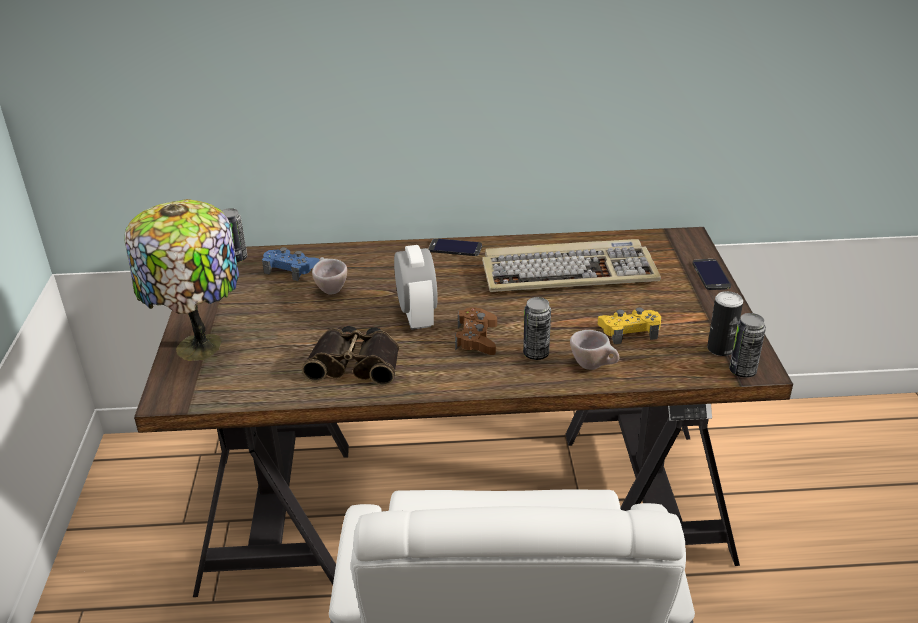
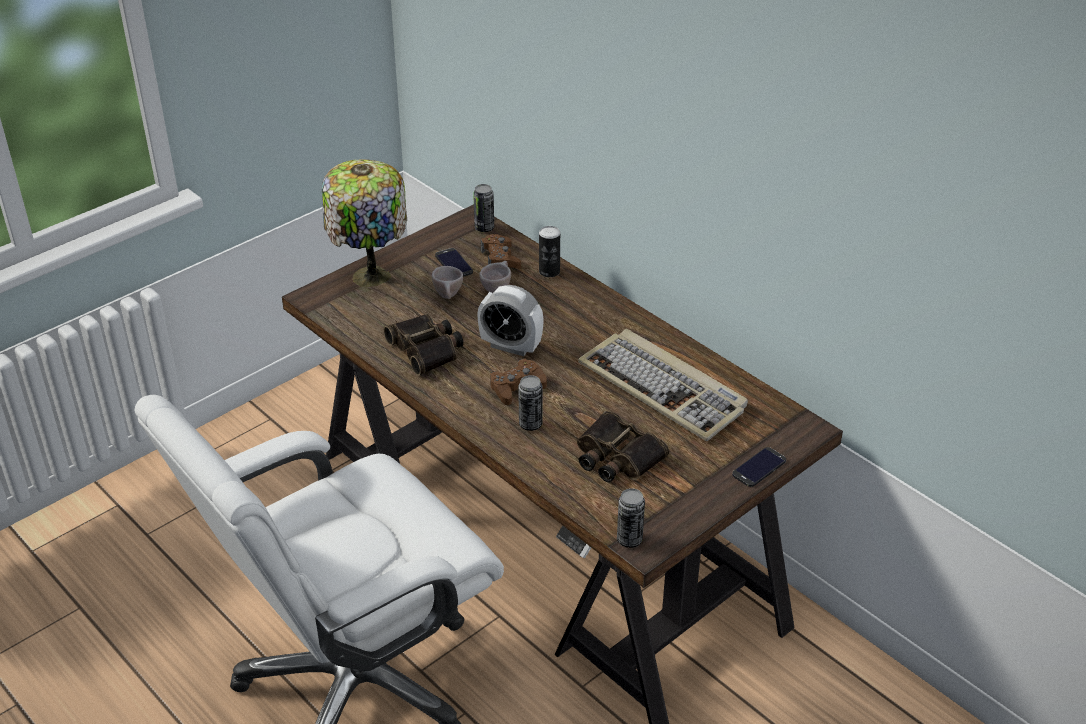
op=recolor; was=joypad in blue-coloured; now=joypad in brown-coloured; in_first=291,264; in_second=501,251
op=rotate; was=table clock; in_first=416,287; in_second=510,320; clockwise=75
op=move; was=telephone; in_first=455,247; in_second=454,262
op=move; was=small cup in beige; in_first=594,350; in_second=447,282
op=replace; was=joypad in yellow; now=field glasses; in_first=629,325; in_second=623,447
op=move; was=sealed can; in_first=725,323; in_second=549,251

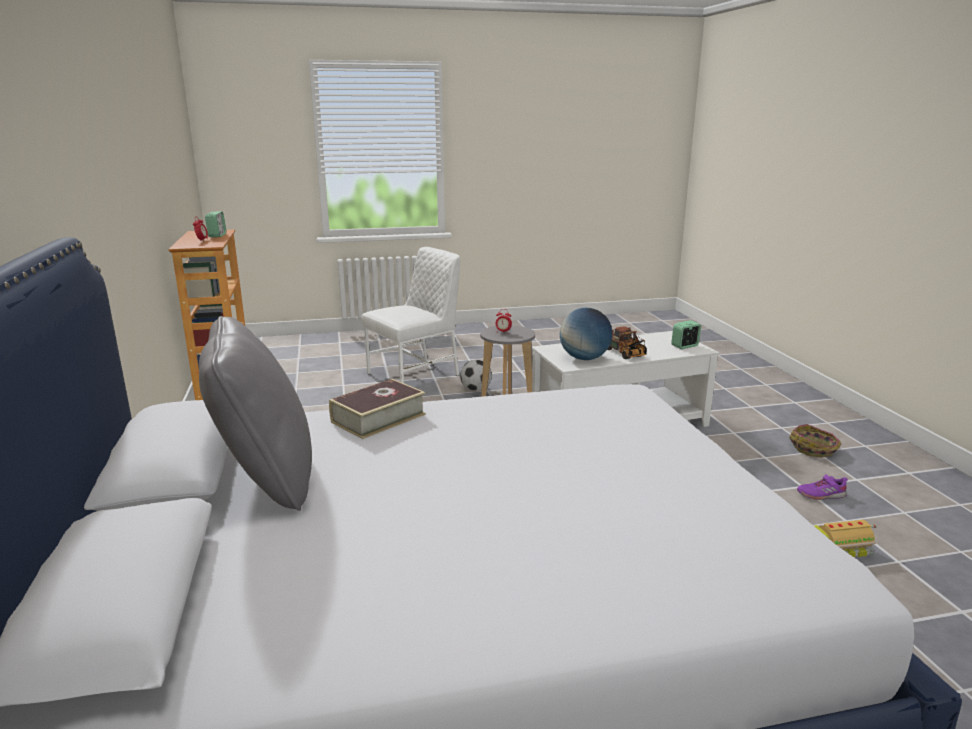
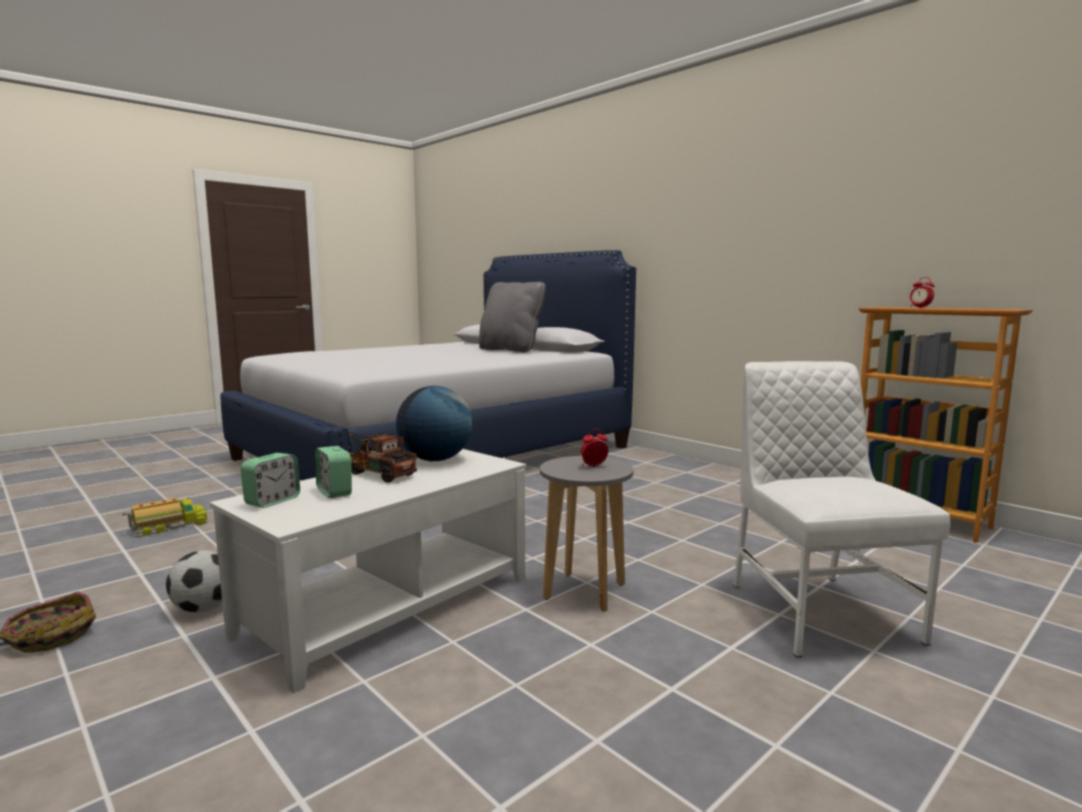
op=move; was=table clock; in_first=215,224; in_second=333,472
op=delete; was=volume; in_first=377,409
op=rotate; was=chair in white; in_first=410,315; in_second=841,509; clockwise=150
op=move; was=football; in_first=476,375; in_second=194,581
op=delete; was=low shoe in purple-coloured; in_first=822,487

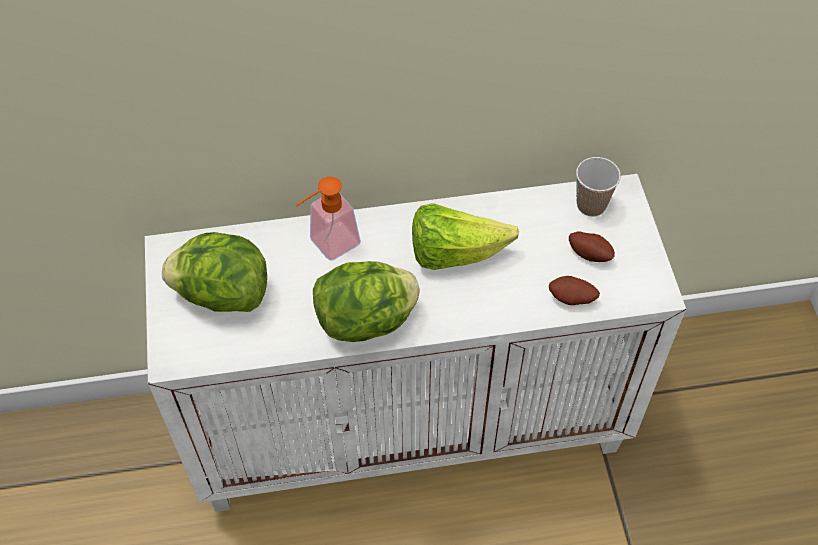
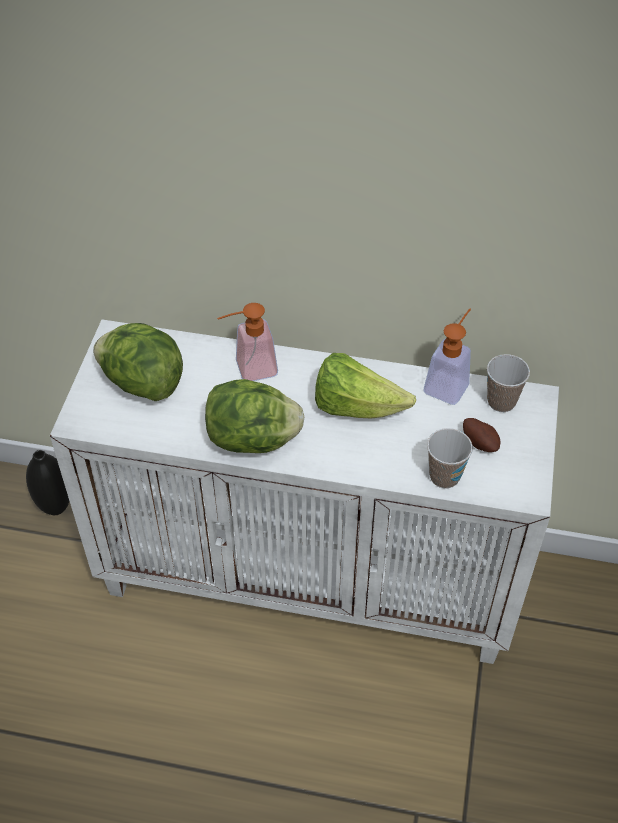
op=replace; was=potato; now=small cup; in_first=574,290; in_second=450,458
op=insert; now=vase in blackish; in_second=47,482
op=insert; now=liquid soap bottle; in_second=447,357

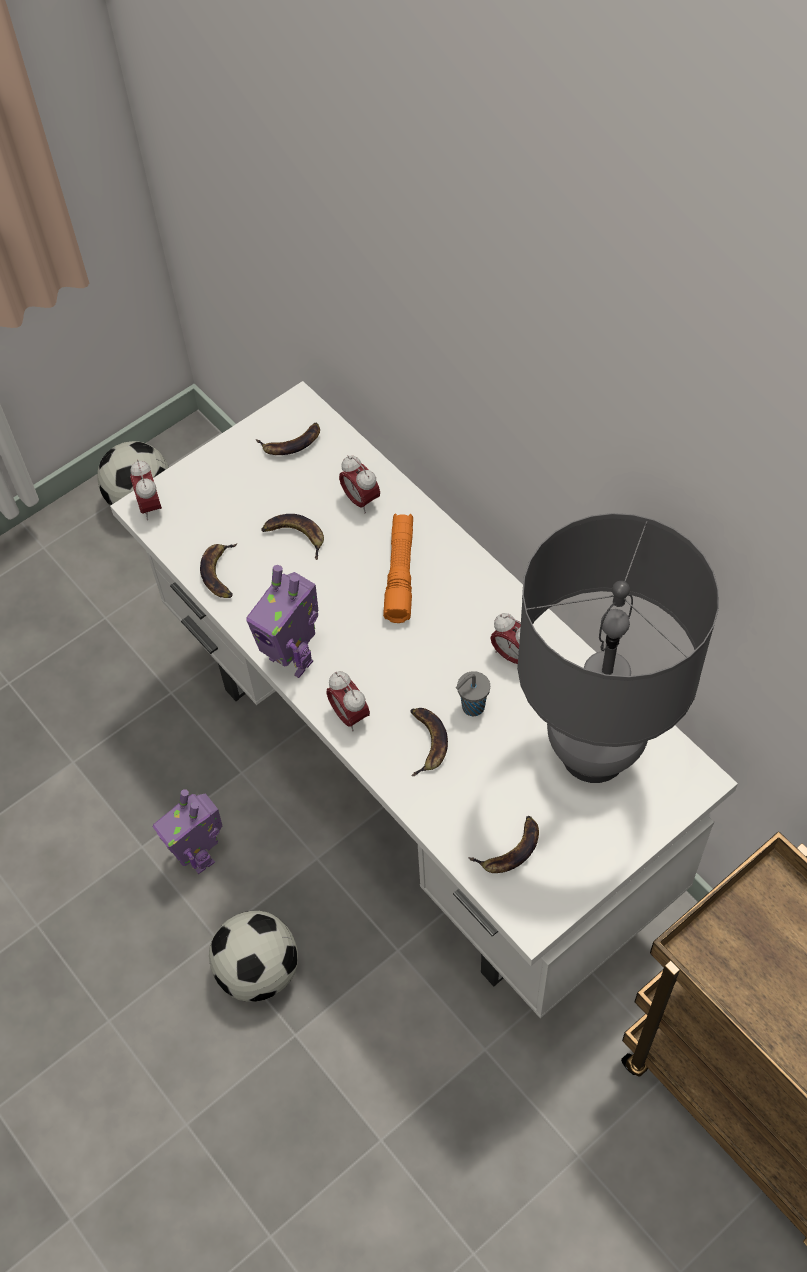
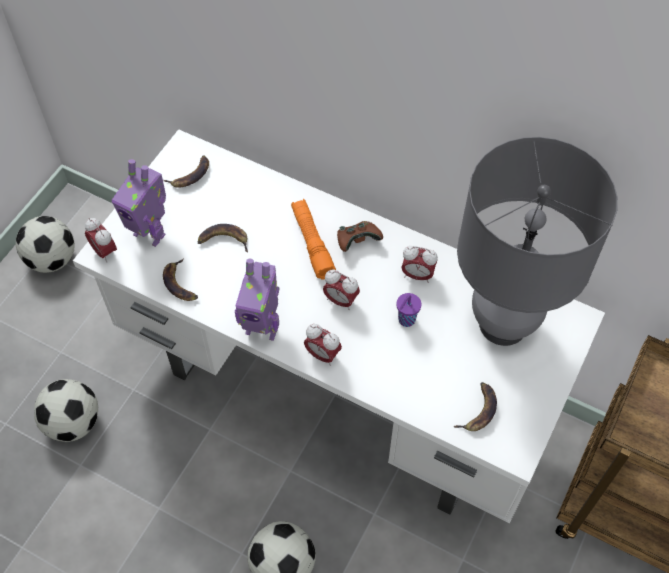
op=move; was=model robot; in_first=187,831; in_second=139,203
op=move; was=table clock; in_first=359,484; in_second=341,289
op=delete; was=banana; in_first=429,742
op=recolor; was=small cup in gray; now=small cup in purple-coloured; in_first=473,693; in_second=408,310
op=insert; now=football; in_second=66,410
op=insert; now=joypad in brown-coloured; in_second=360,236

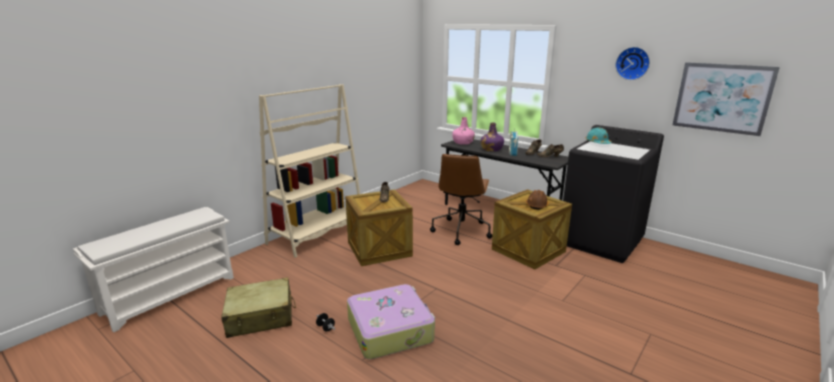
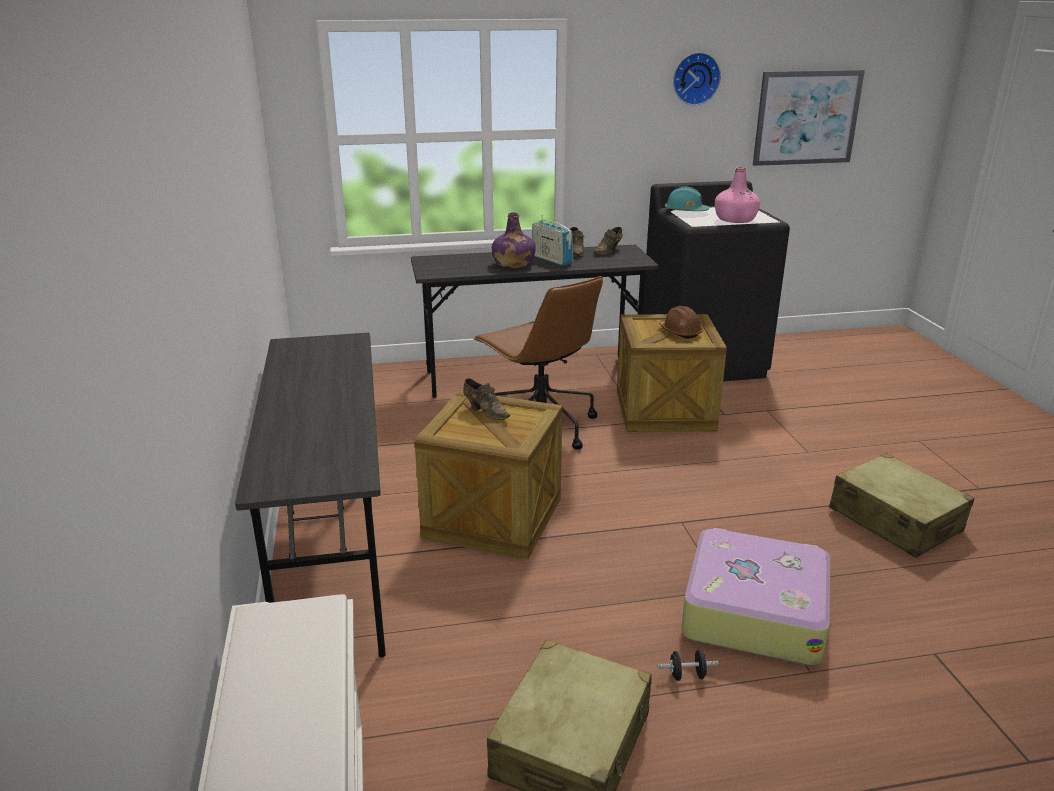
op=replace; was=bookshelf in beige; now=desk table in gray; in_first=309,171; in_second=310,495
op=move; was=bottle in pink; in_first=463,131; in_second=737,195
op=insert; now=suitcase in beige; in_second=901,505

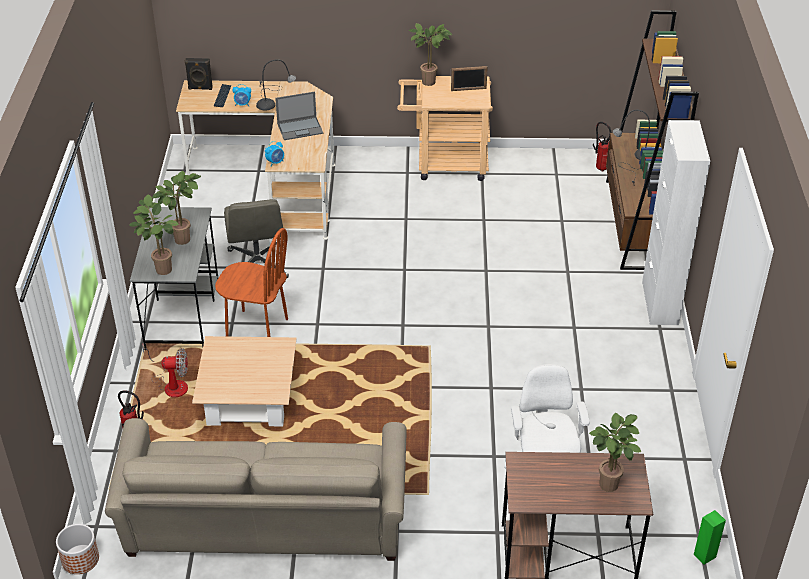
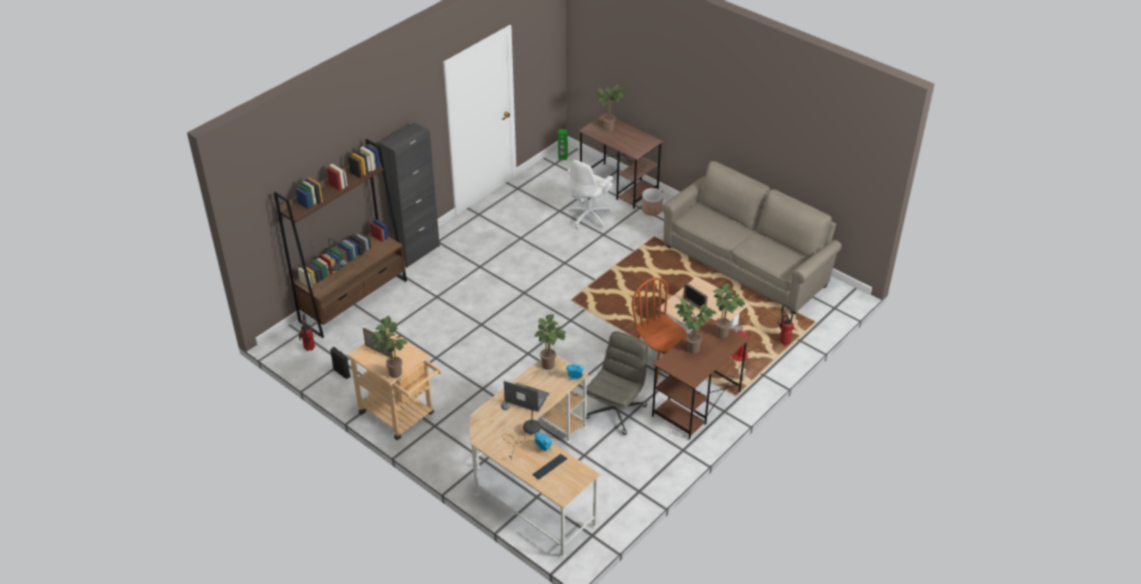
op=move; was=flower pot; in_first=77,549; in_second=652,201
op=recolor; was=desk table in gray; now=desk table in brown-coloured; in_first=174,278; in_second=700,378
op=move; was=speaker in blackish; in_first=199,74; in_second=340,363
op=recolor; was=storage cabinet in white; now=storage cabinet in blackish; in_first=676,222; in_second=409,195
op=insert; now=potted plant; in_second=550,342
op=insert; now=photo frame; in_second=695,295

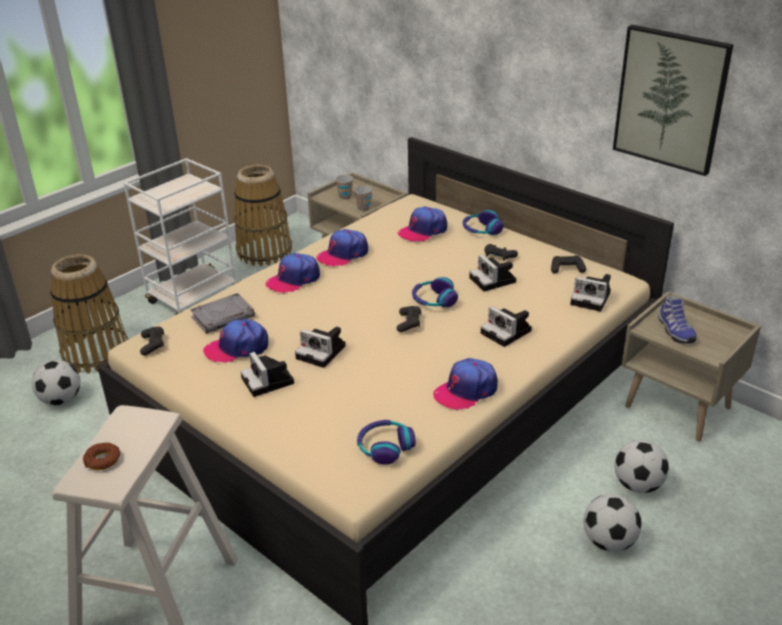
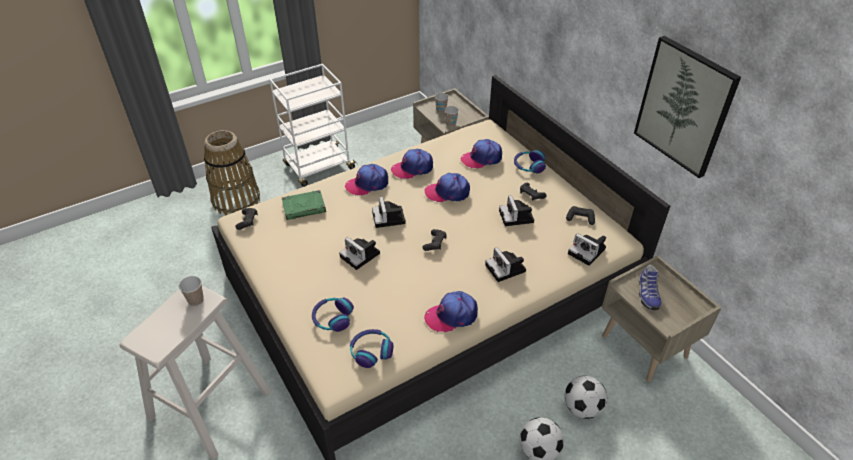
op=delete; was=football; in_first=56,382
op=delete; was=doughnut; in_first=102,456
op=recolor; was=volume in gray; now=volume in green; in_first=222,313; in_second=304,205
op=move; was=peaked cap; in_first=235,341; in_second=447,187
op=delete; was=storage basket; in_first=263,215
op=move; was=photo camera; in_first=267,374; in_second=389,212
op=move; was=headset; in_first=435,292; in_second=333,315
op=insert; now=small cup; in_second=191,291

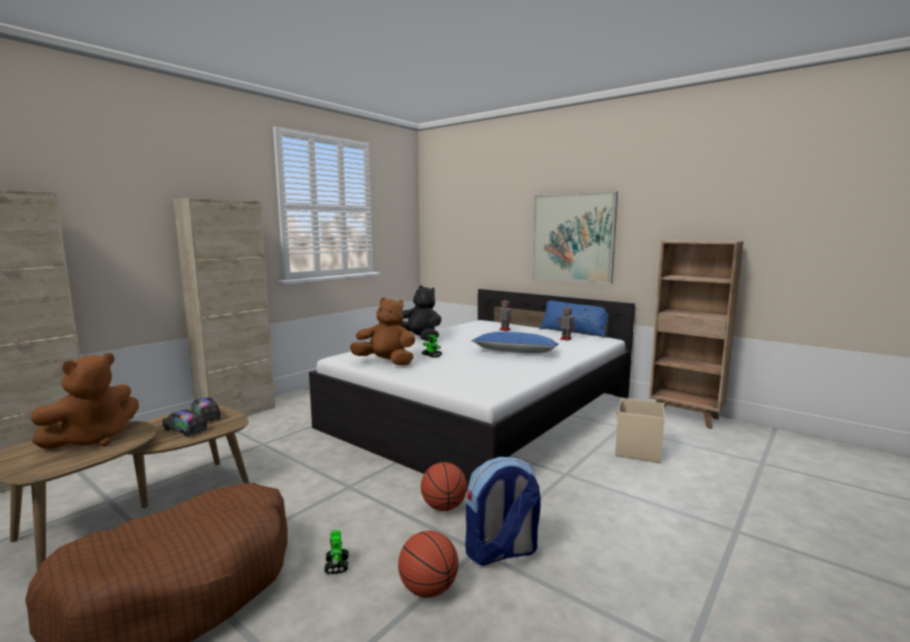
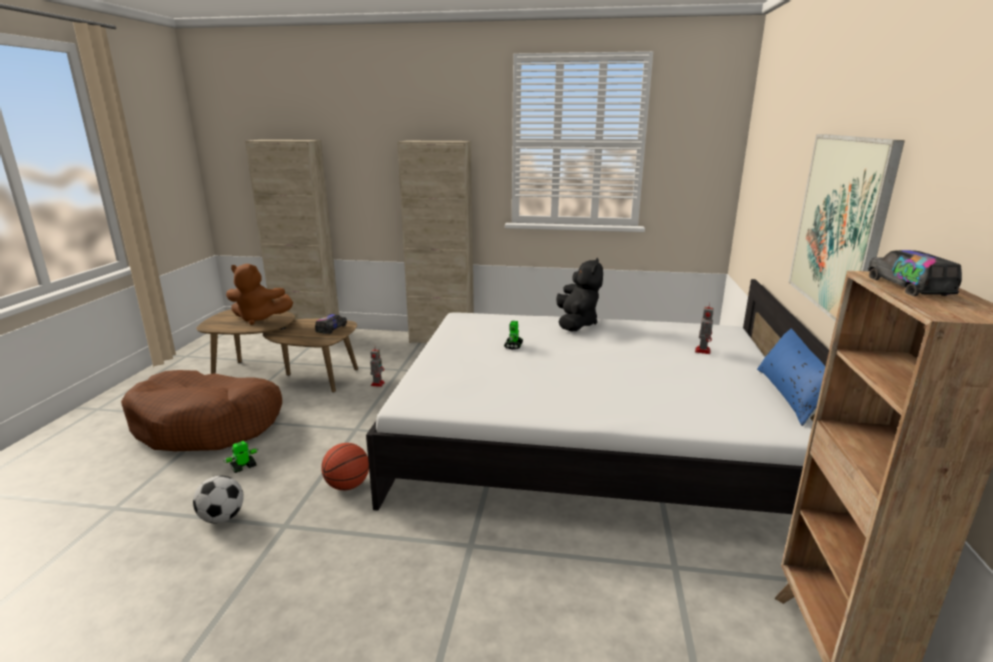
op=move; was=toy truck; in_first=185,423; in_second=915,273
op=delete; was=plush toy in brown-coloured; in_first=382,331
op=replace; was=basketball ball; now=football; in_first=428,564; in_second=218,499
op=delete; was=rucksack; in_first=503,511
op=delete; was=pillow in blue-coloured; in_first=515,342
op=move; was=model robot; in_first=566,322; in_second=377,366
op=delete; was=storage box in beige; in_first=639,430

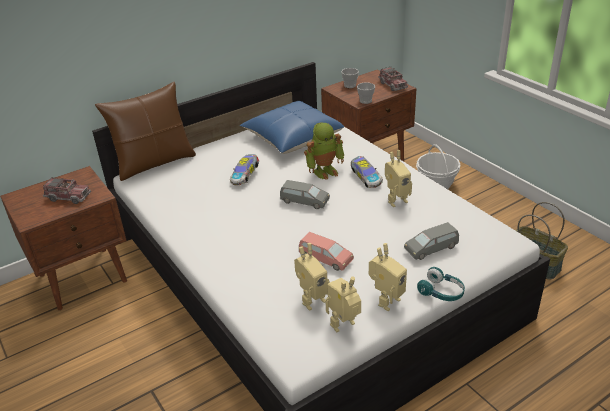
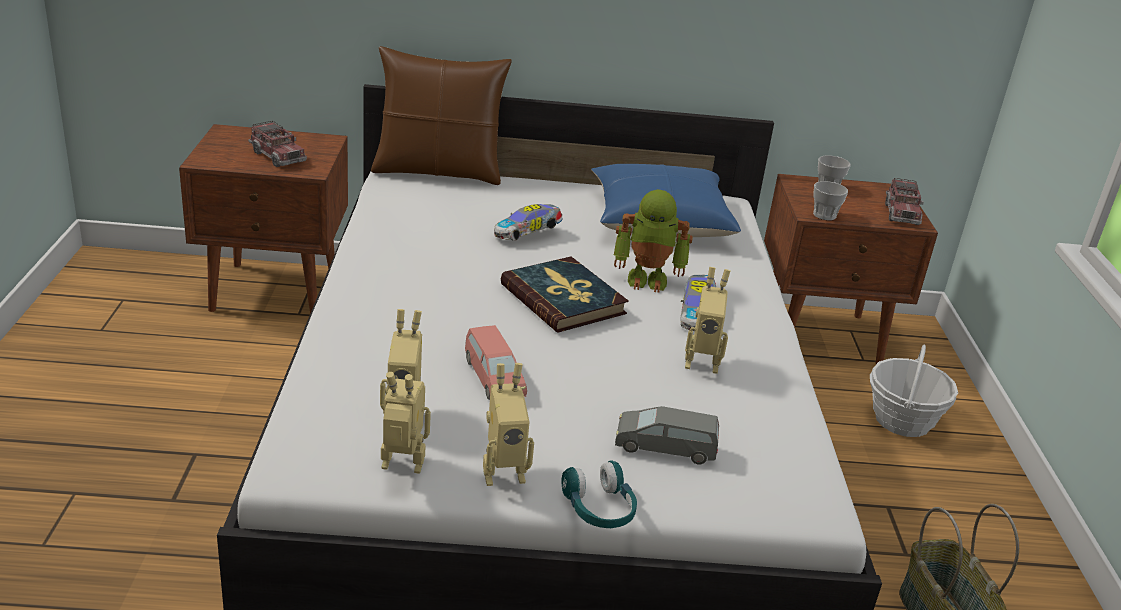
op=replace; was=toy car in gray; now=volume; in_first=305,194; in_second=565,294

